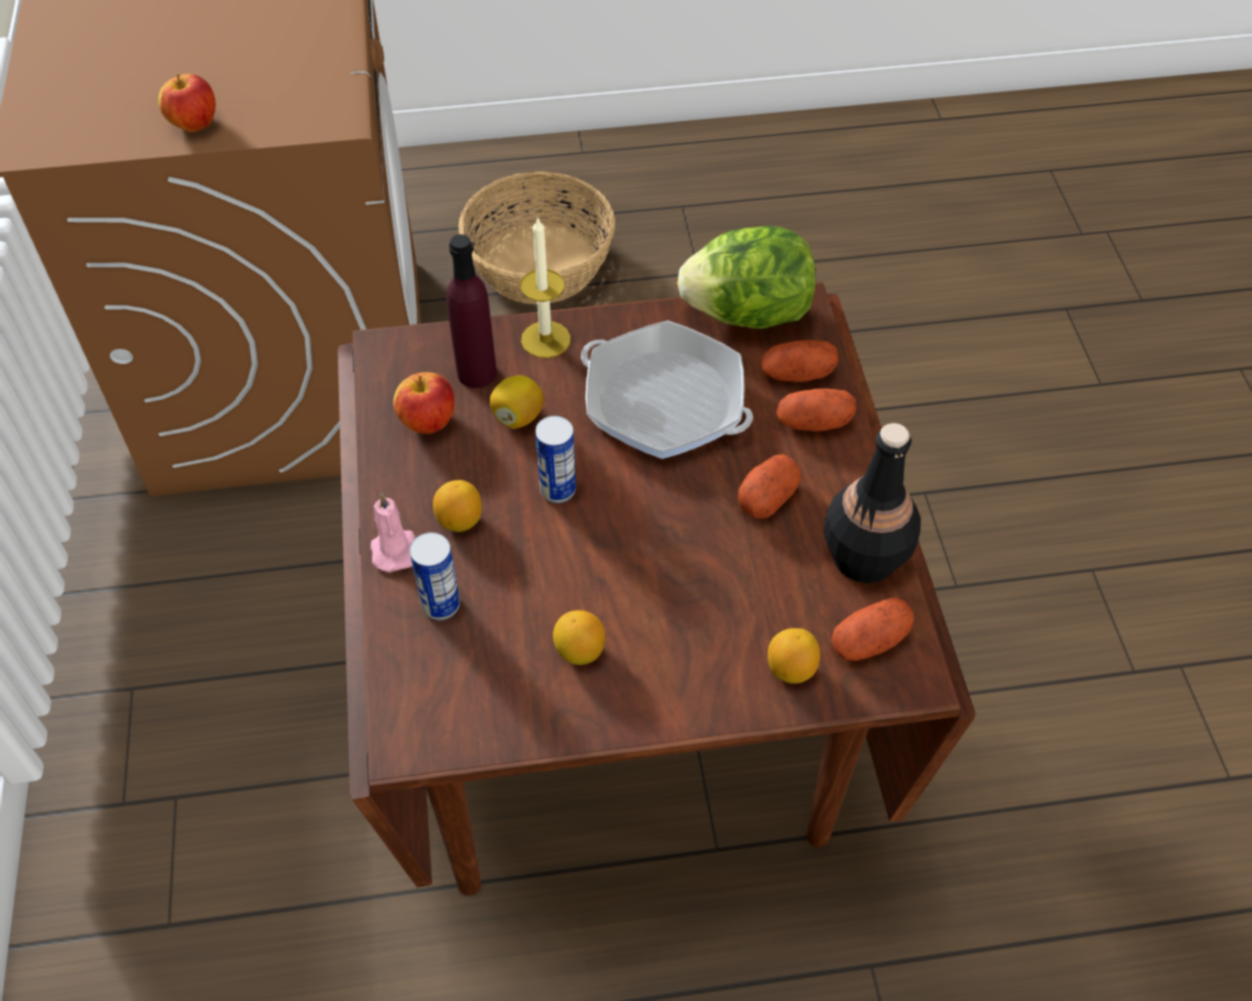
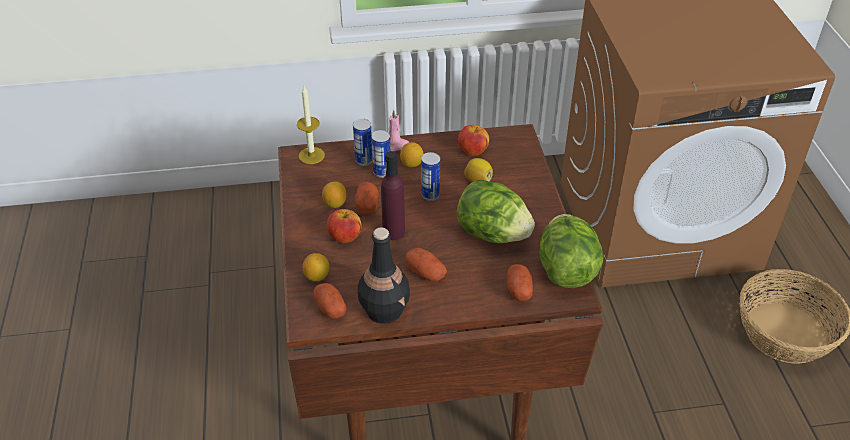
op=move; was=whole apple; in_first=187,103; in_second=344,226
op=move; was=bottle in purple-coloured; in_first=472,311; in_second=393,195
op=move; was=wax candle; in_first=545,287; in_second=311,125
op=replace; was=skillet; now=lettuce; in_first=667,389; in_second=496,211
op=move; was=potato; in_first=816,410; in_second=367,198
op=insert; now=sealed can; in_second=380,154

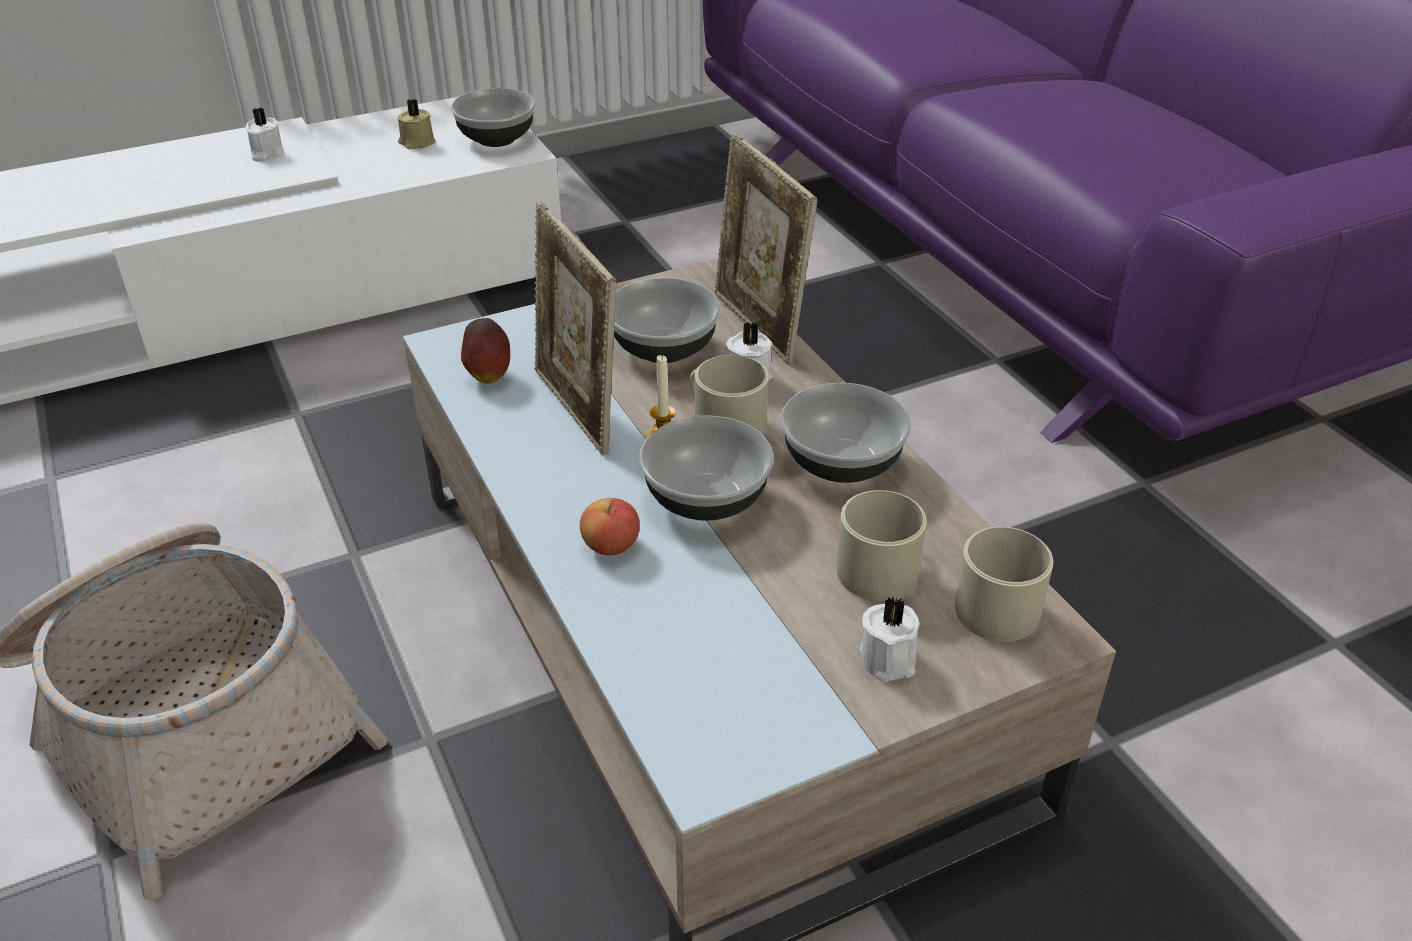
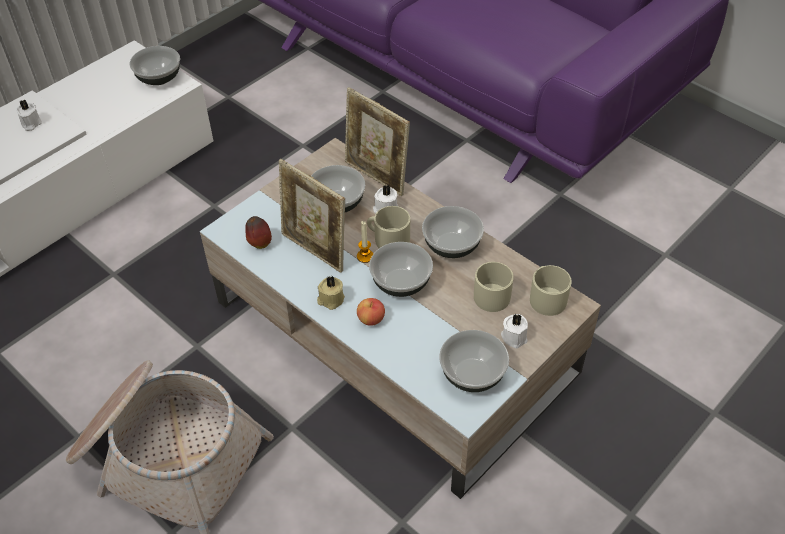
op=move; was=wax candle in beige; in_first=416,124; in_second=331,293
op=insert; now=bowl; in_second=474,361

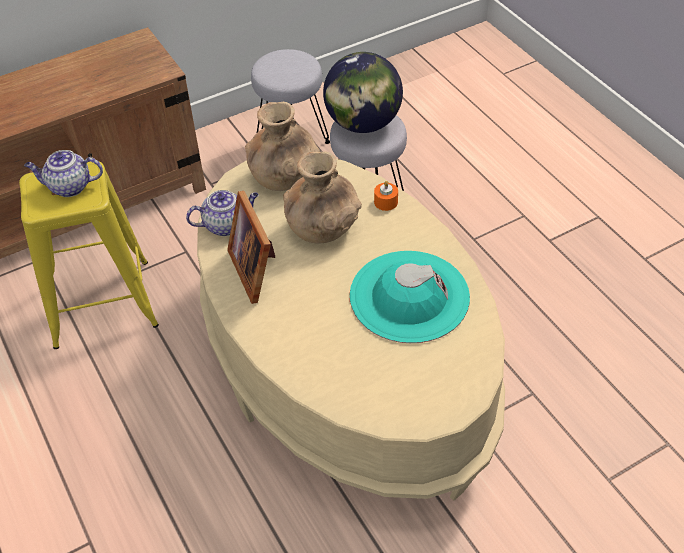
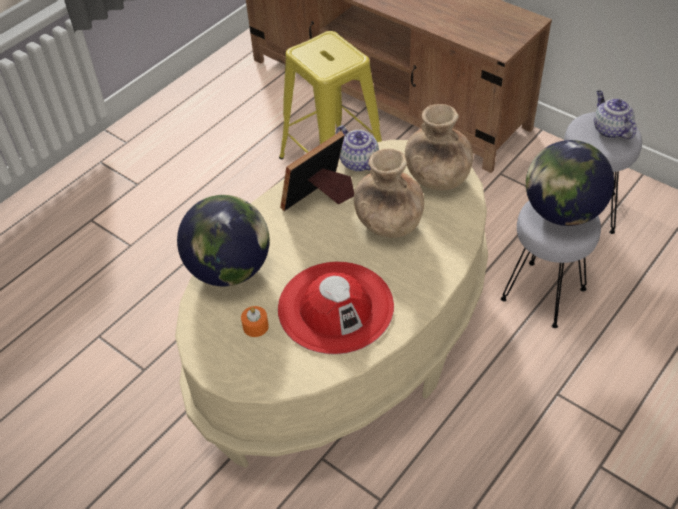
op=move; was=tea pot; in_first=63,173; in_second=615,114
op=recolor; was=hat in turquoise-coloured; now=hat in red-coloured; in_first=410,297; in_second=336,308
op=move; was=wax candle in orangey; in_first=386,196; in_second=255,321
op=insert; now=world globe; in_second=223,240

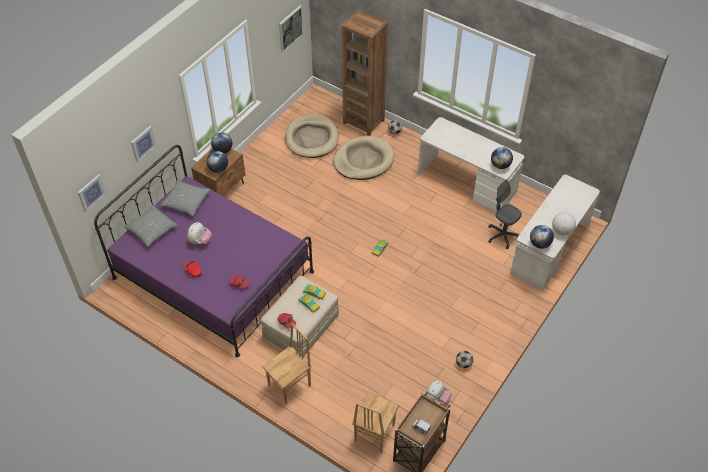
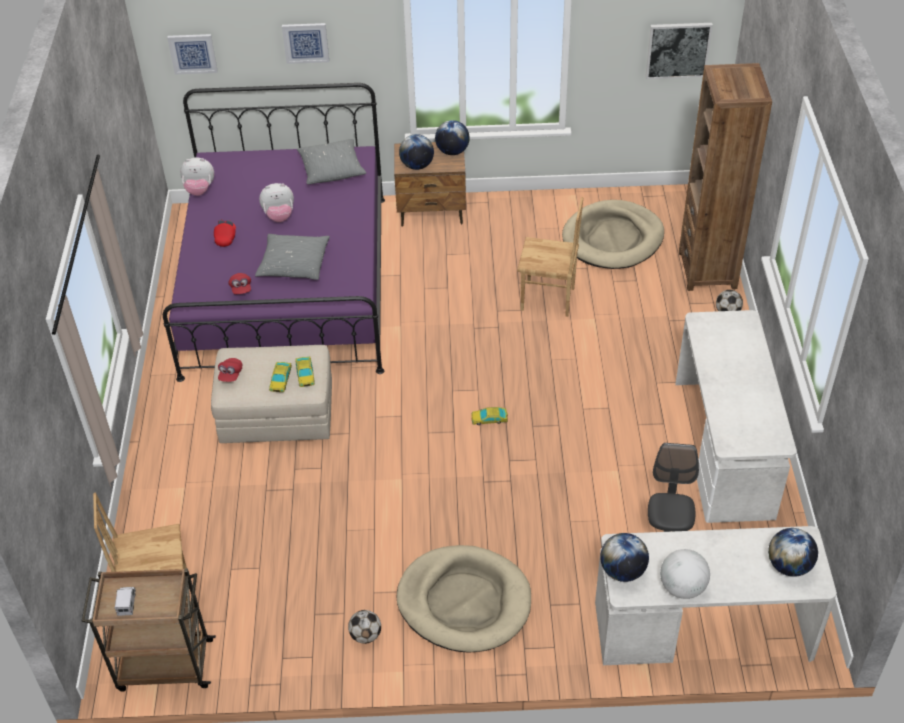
op=move; was=pillow in gray; in_first=151,226; in_second=292,257
op=move; was=chair in brown-coloured; in_first=287,364; in_second=550,257
op=move; was=dog cushion in beige; in_first=363,158; in_second=463,599
op=move; was=plush toy; in_first=439,393; in_second=197,176
op=move; was=world globe; in_first=502,158; in_second=793,552

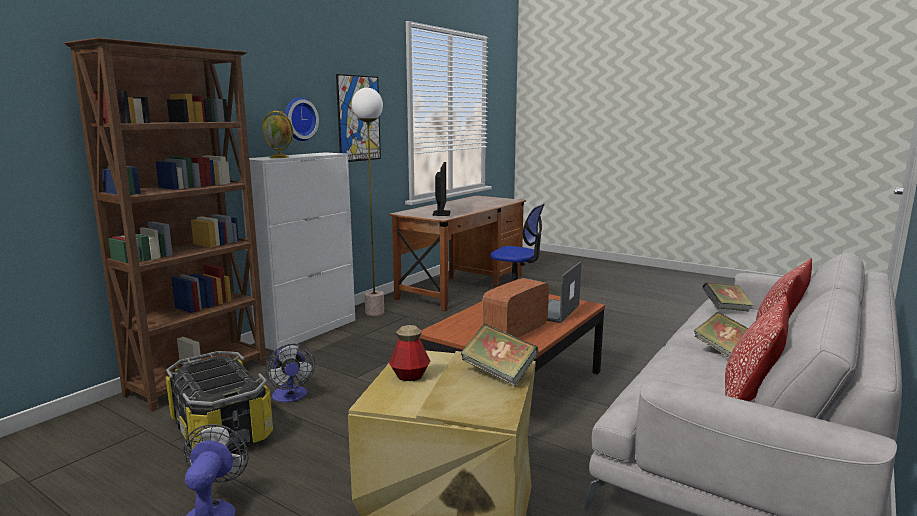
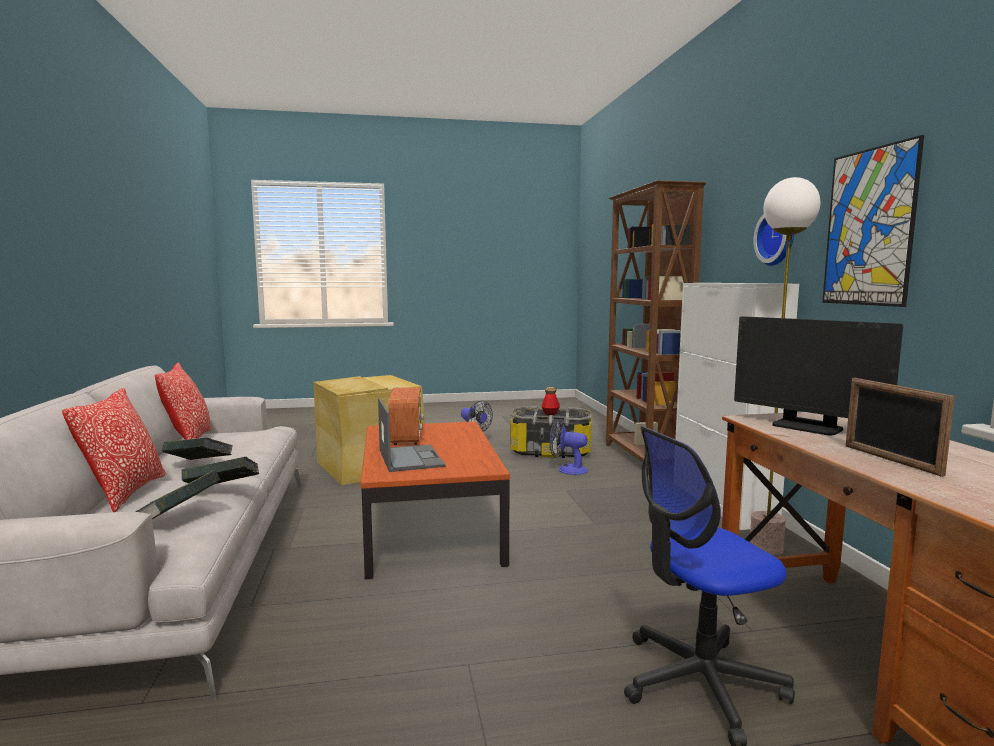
op=delete; was=world globe; in_first=278,134
op=move; was=bottle; in_first=409,353; in_second=550,401
op=move; was=volume; in_first=499,355; in_second=220,470
op=insert; now=photo frame; in_second=900,427

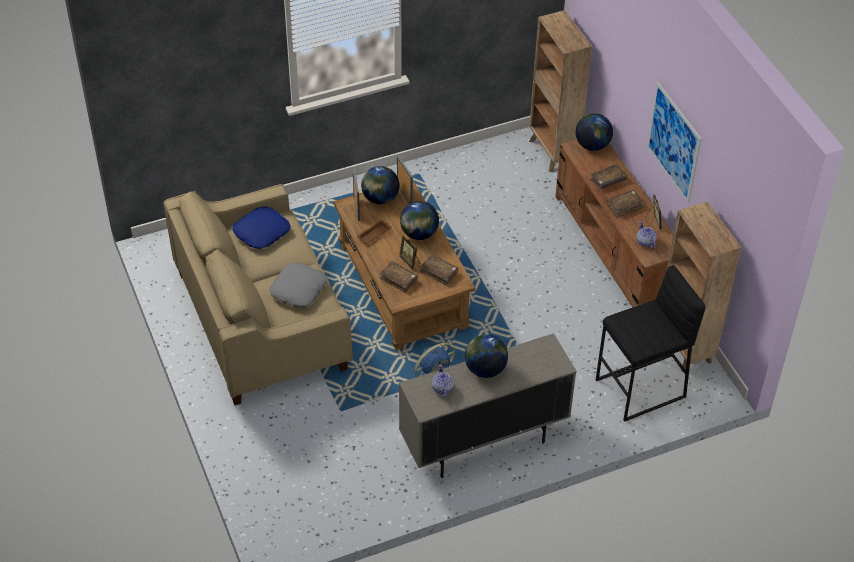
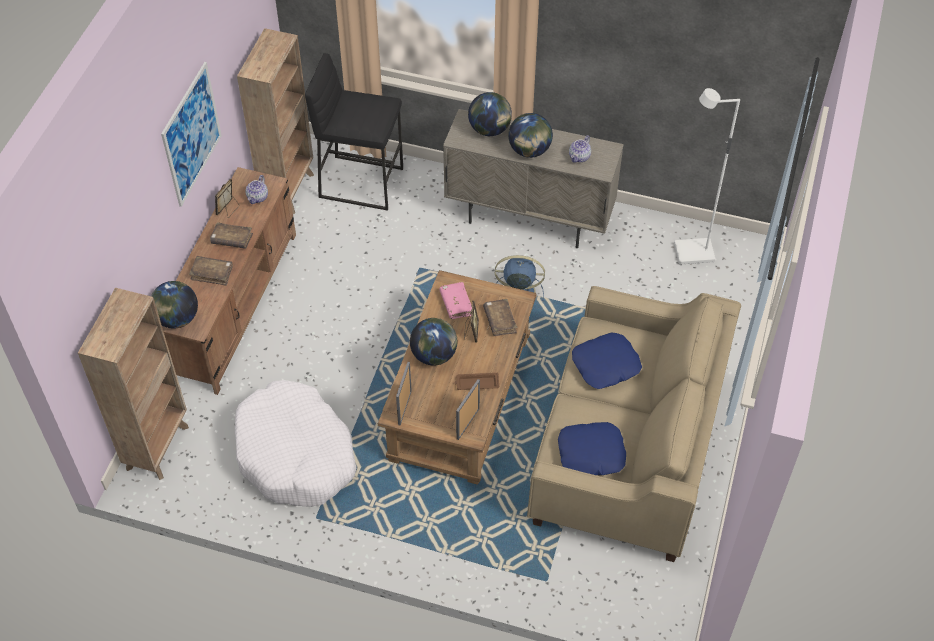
op=recolor; was=pillow in gray; now=pillow in blue-coloured; in_first=298,285; in_second=607,361
op=move; was=world globe; in_first=380,185; in_second=490,114
op=recolor; was=volume in brown-coloured; now=volume in pink; in_first=439,270; in_second=455,300
op=insert; now=dog cushion in white; in_second=295,443
op=insert; now=floor lamp in white; in_second=707,176

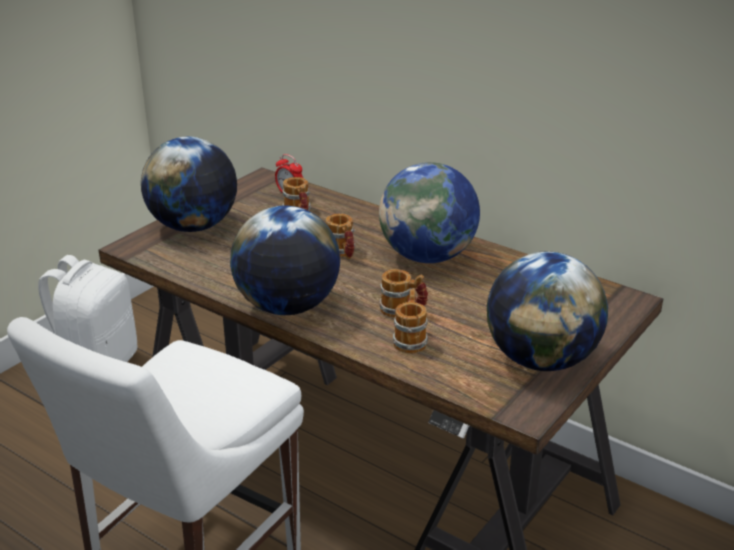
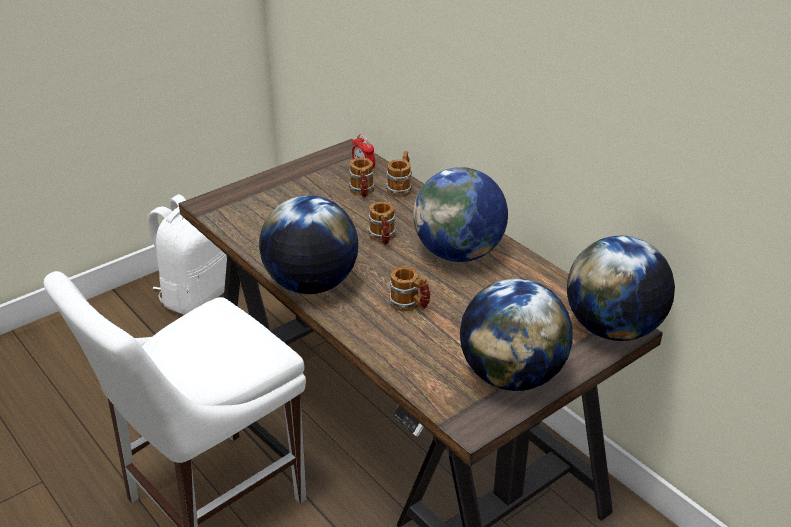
op=move; was=world globe; in_first=189,184; in_second=621,288
op=move; was=mug; in_first=410,321; in_second=399,174

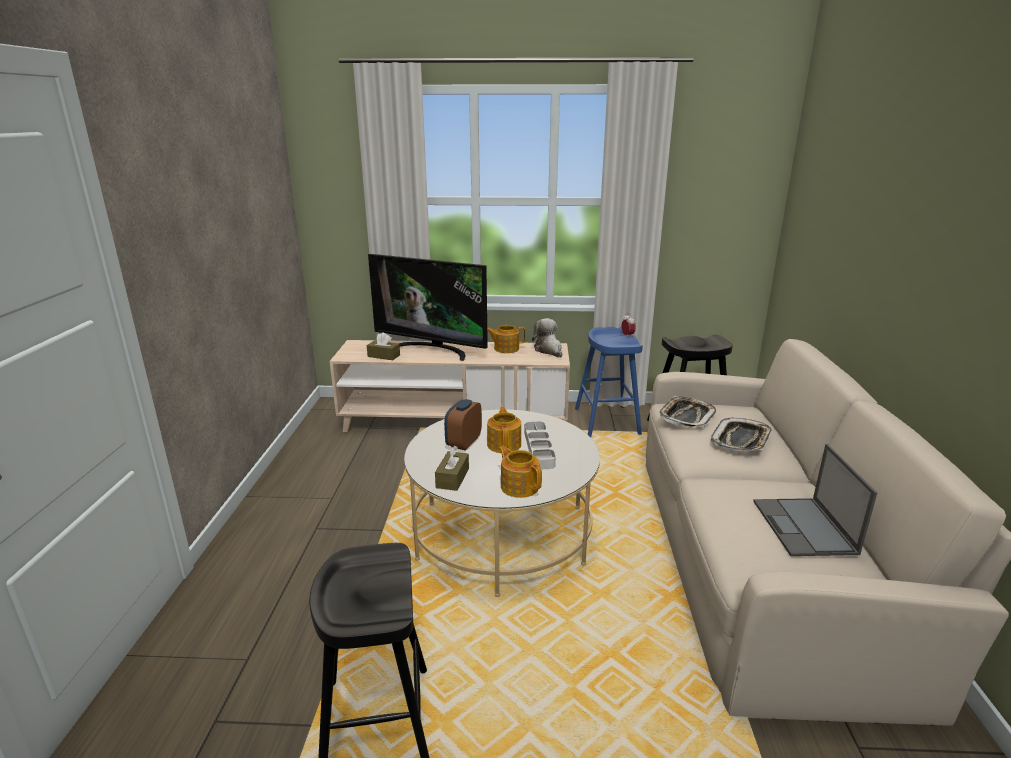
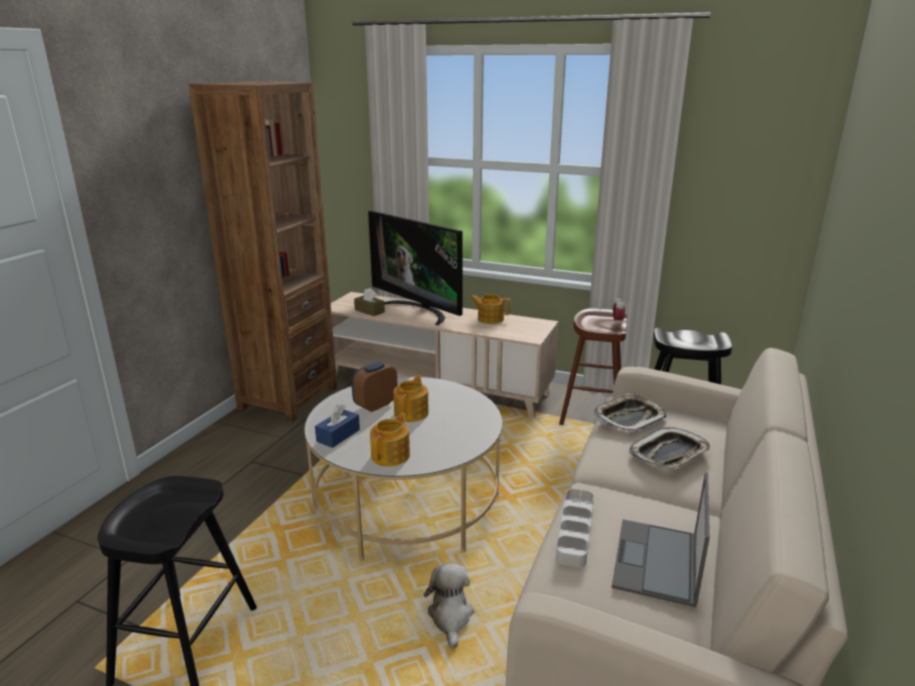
op=recolor; was=tissue holder in brown-coloured; now=tissue holder in blue-coloured; in_first=452,468; in_second=337,426
op=rotate; was=tea pot; in_first=520,472; in_second=390,440; clockwise=45
op=move; was=tray in gray; in_first=540,445; in_second=575,528
op=move; was=plush toy; in_first=547,338; in_second=449,606
op=recolor; was=stool seat in blue-coloured; now=stool seat in brown-coloured; in_first=609,382; in_second=593,366
op=insert; now=bookshelf in brown-coloured; in_second=263,252

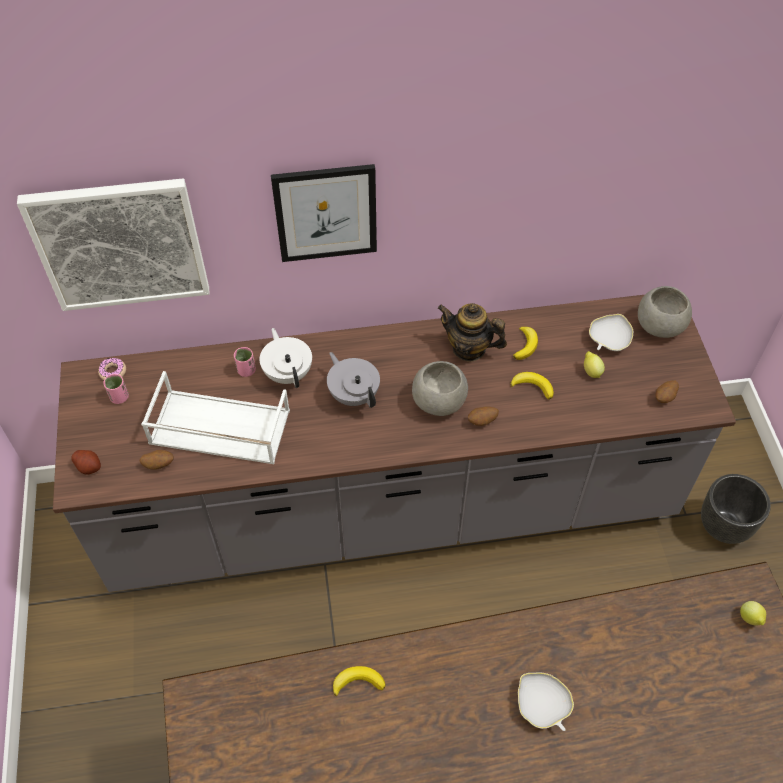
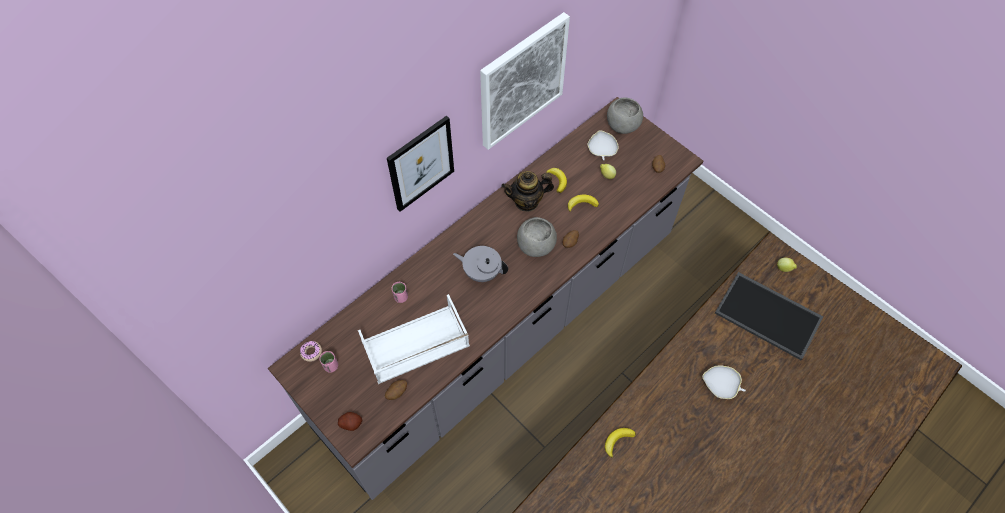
op=move; was=wall picture; in_first=113,244; in_second=525,81
op=delete; was=tea pot in white; in_first=286,358
op=delete; was=flower pot in blackish; in_first=736,509
op=insert; now=tray; in_second=769,316

